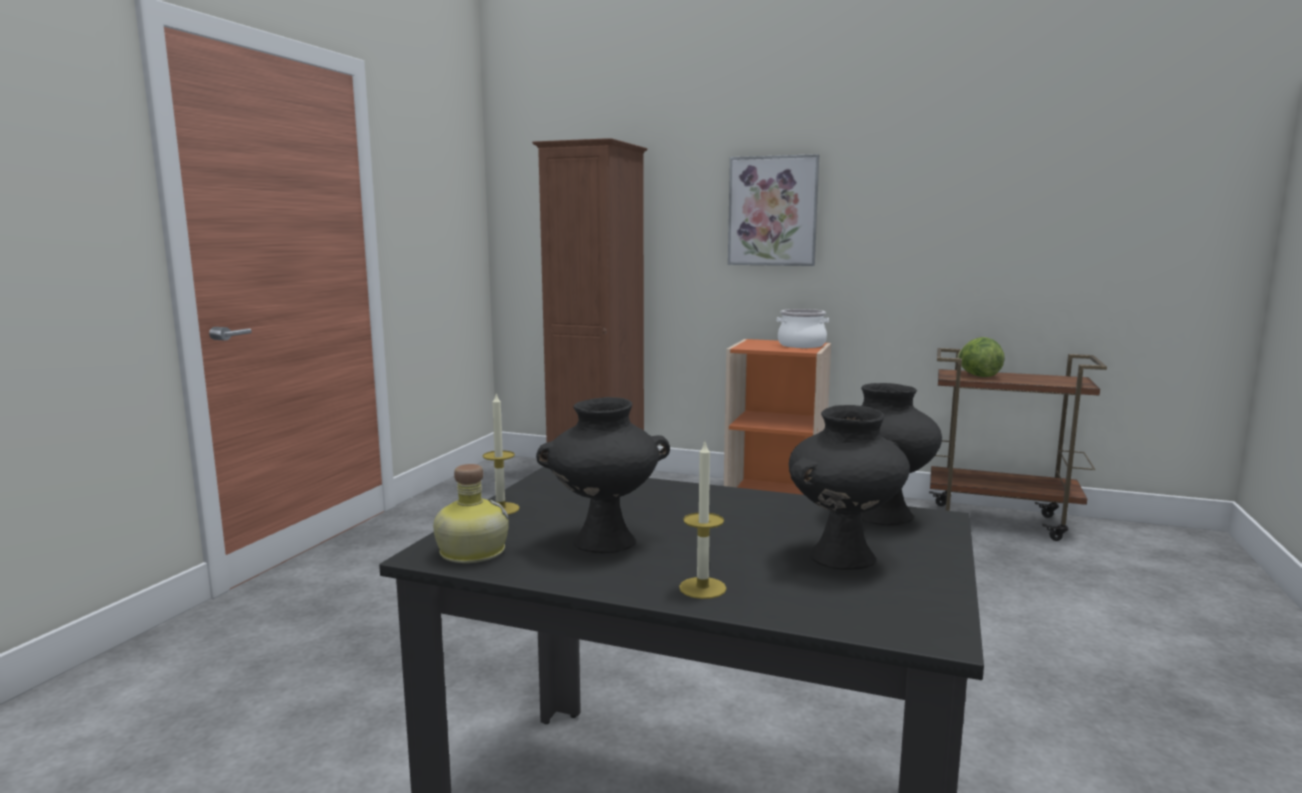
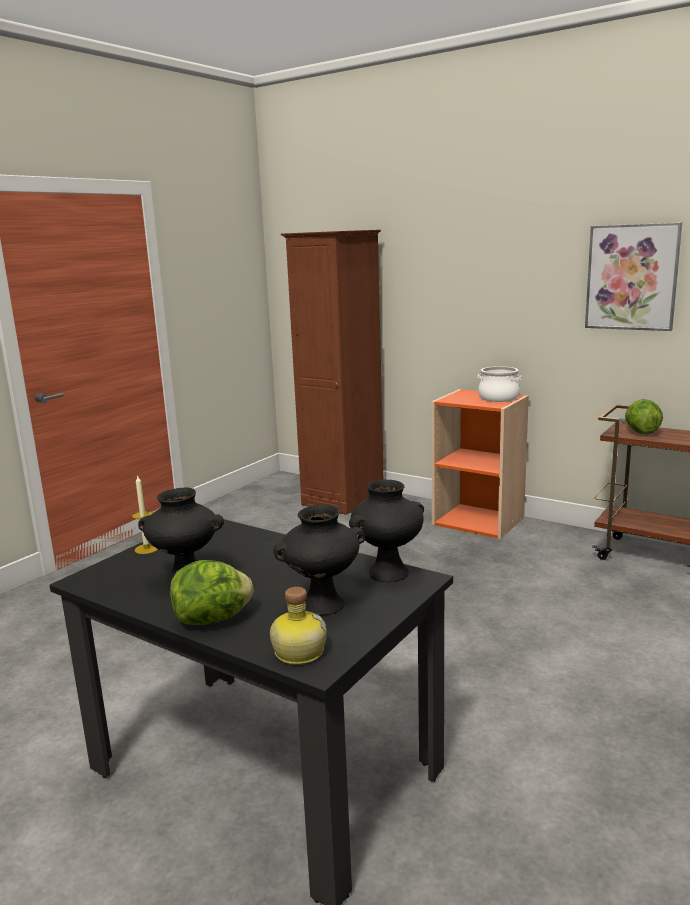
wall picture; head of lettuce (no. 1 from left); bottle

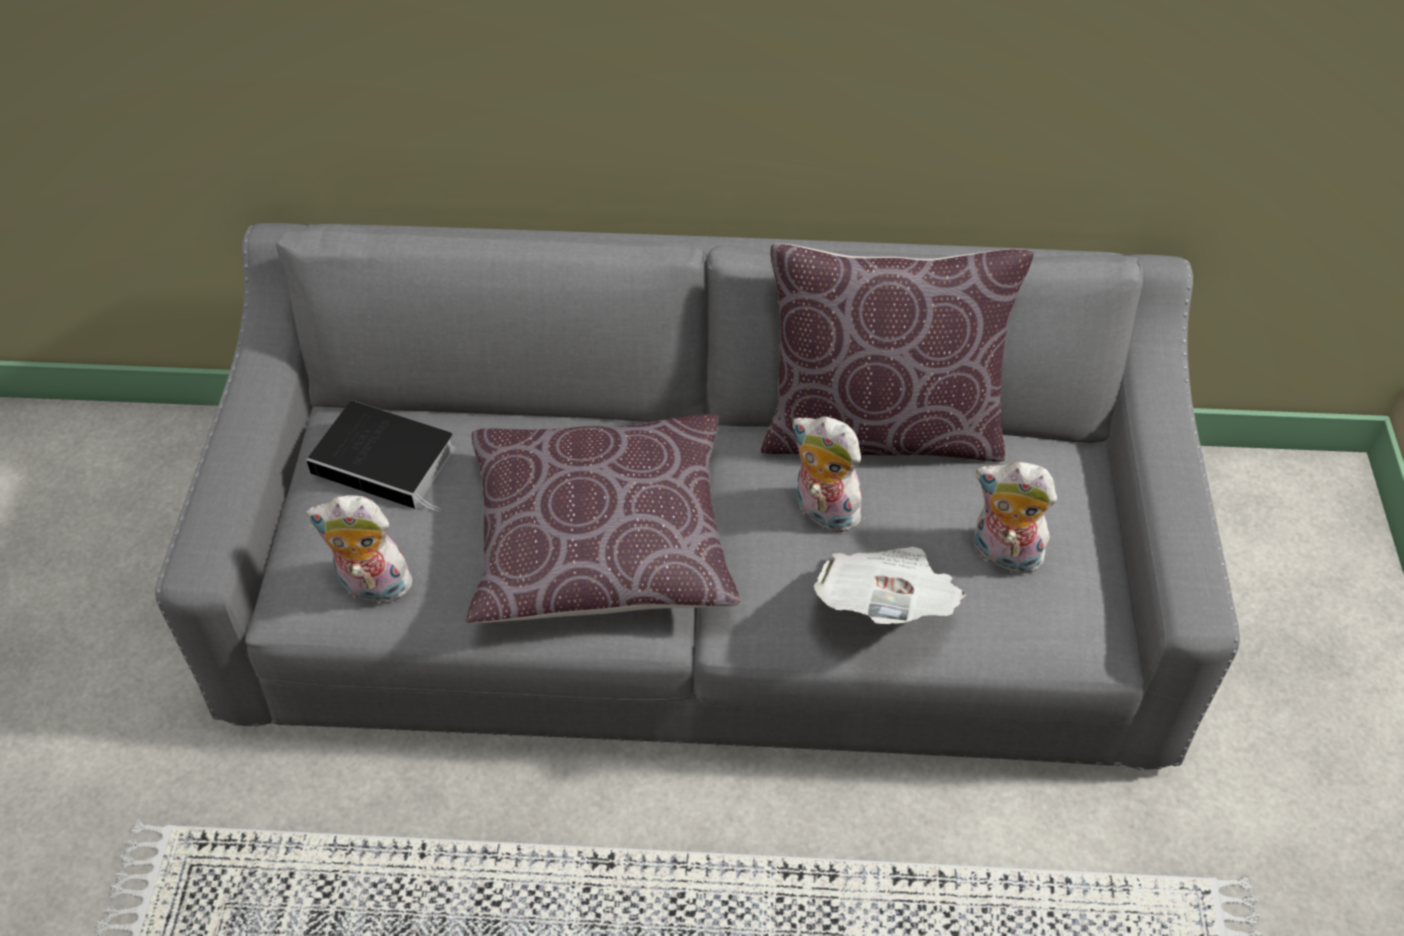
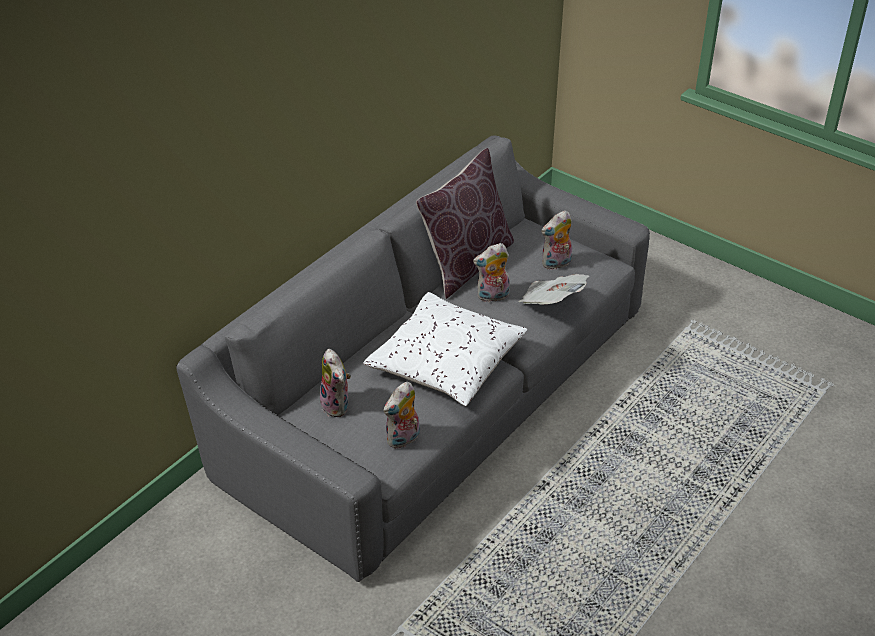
cuddly toy (no. 1 from left); white-coloured pillow

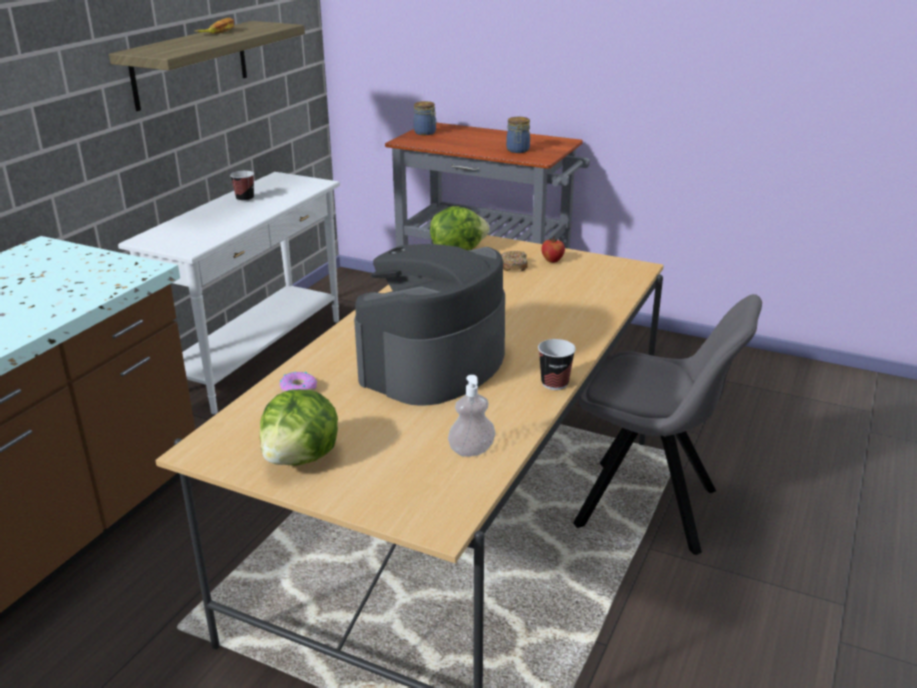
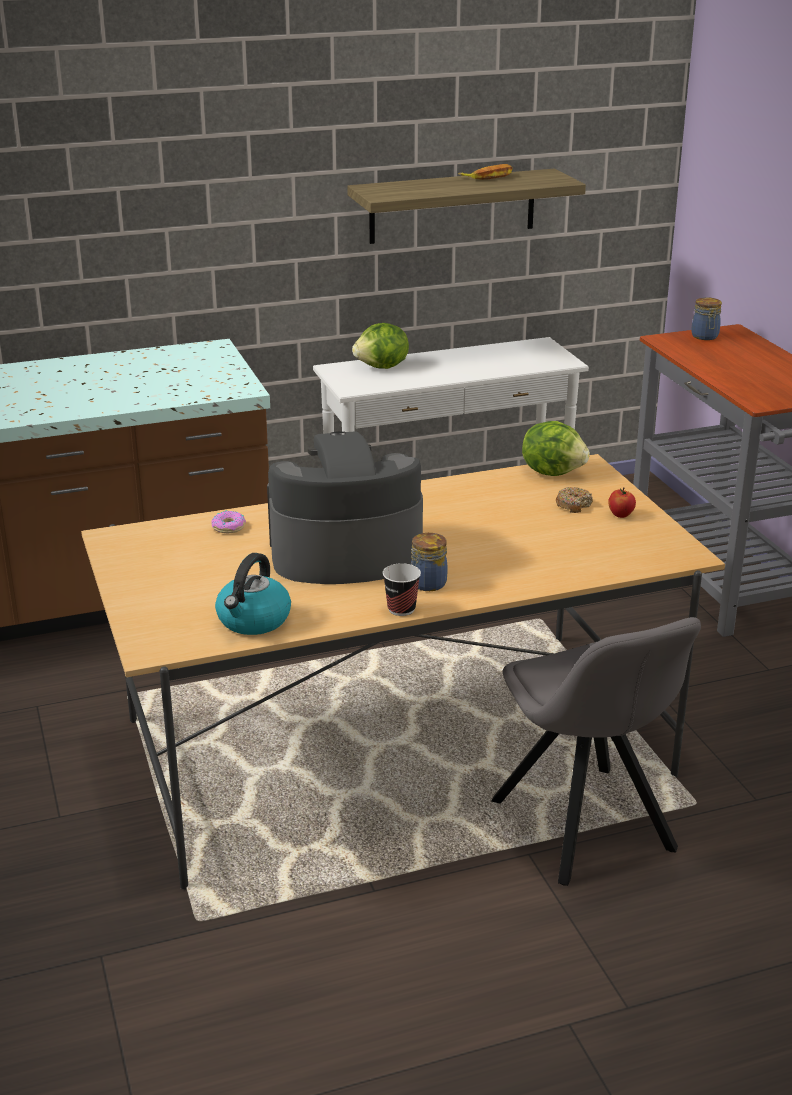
jar (no. 1 from left); small cup (no. 1 from left in the first image); water kettle; head of lettuce (no. 1 from left)

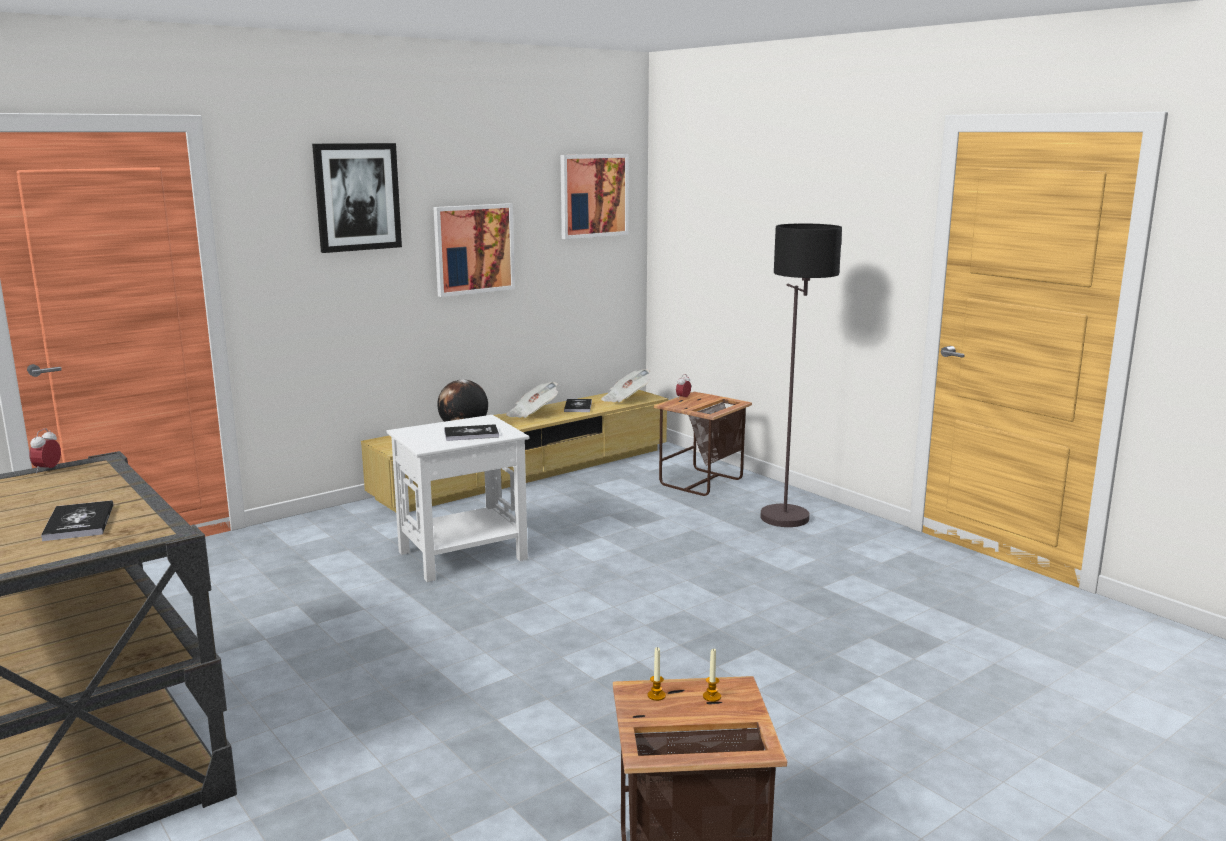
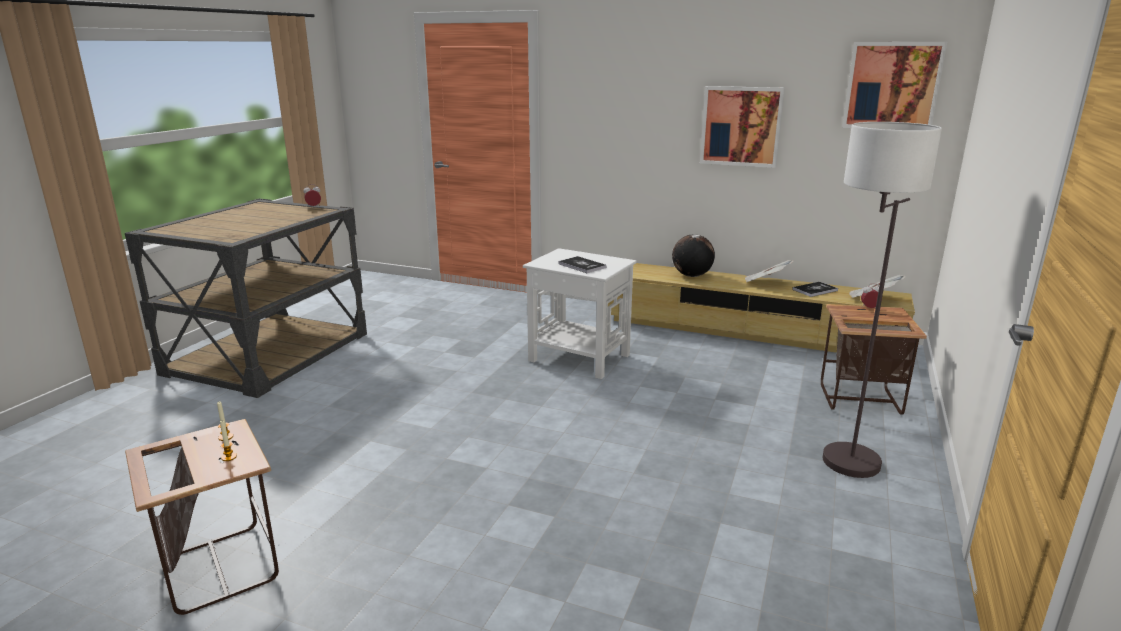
wall picture (no. 1 from left in the first image); white-coloured standing lamp; volume (no. 1 from left in the first image)

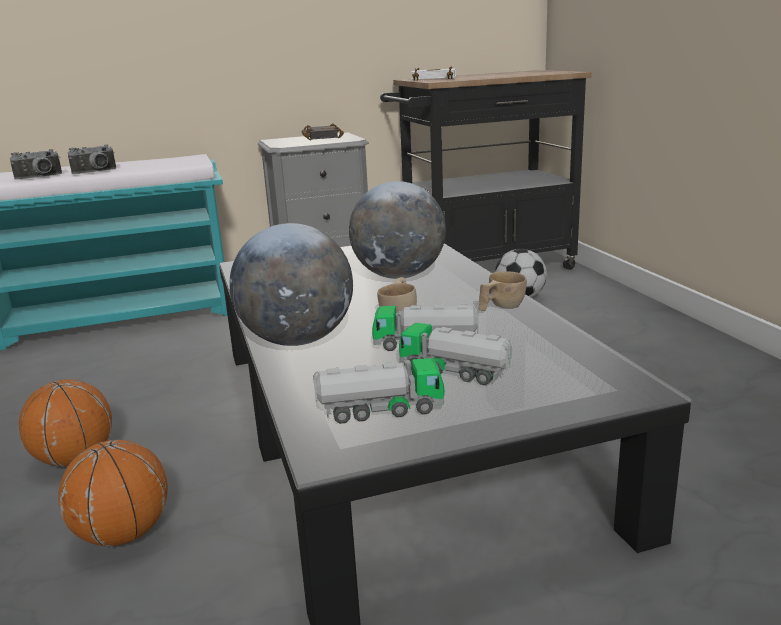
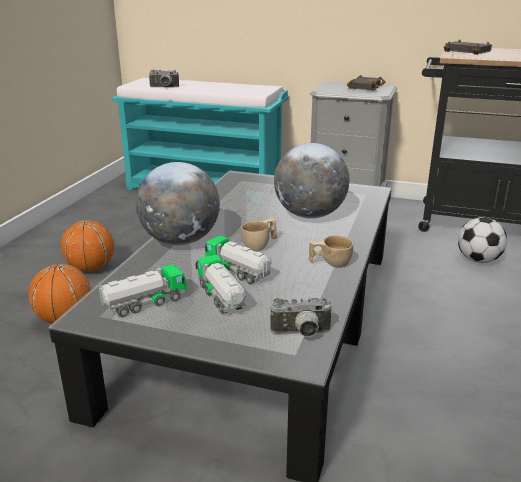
blackish volume (no. 2 from left); still camera (no. 2 from left); toy truck (no. 1 from left)

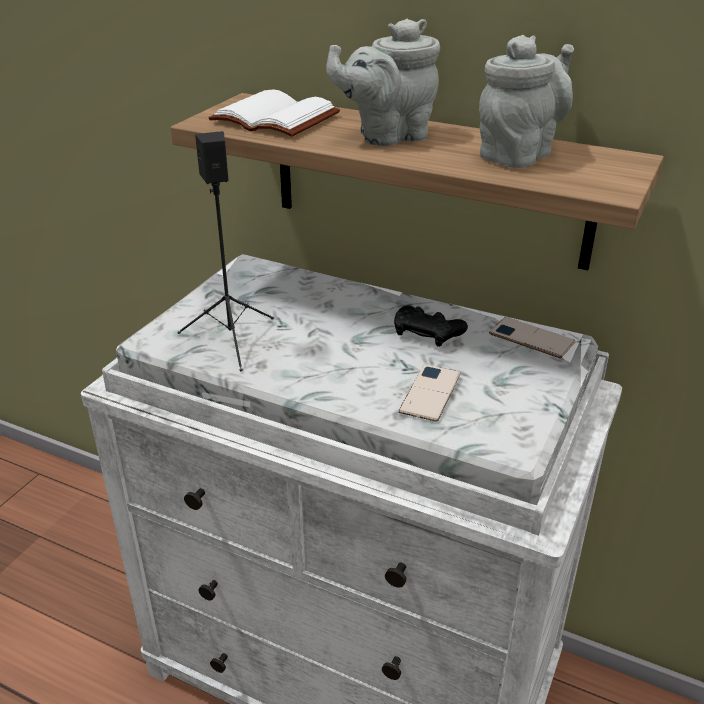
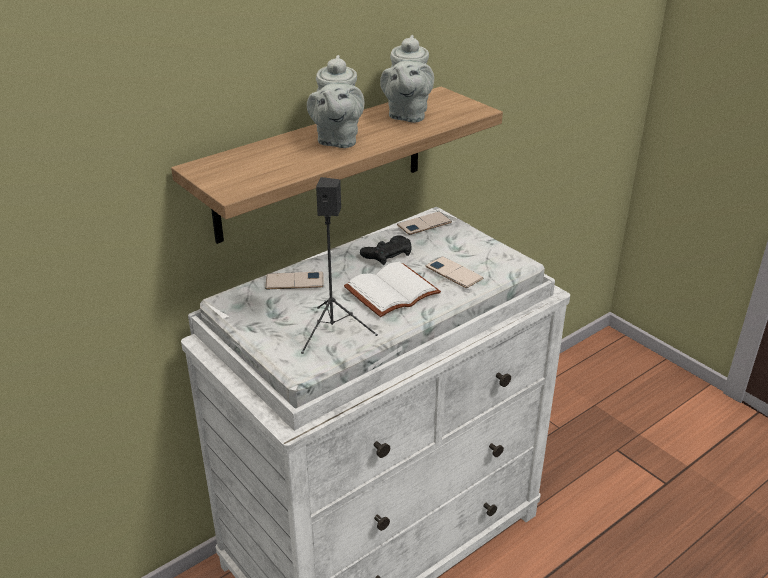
grey teapot (no. 2 from left); white-coloured volume; handset (no. 1 from left)

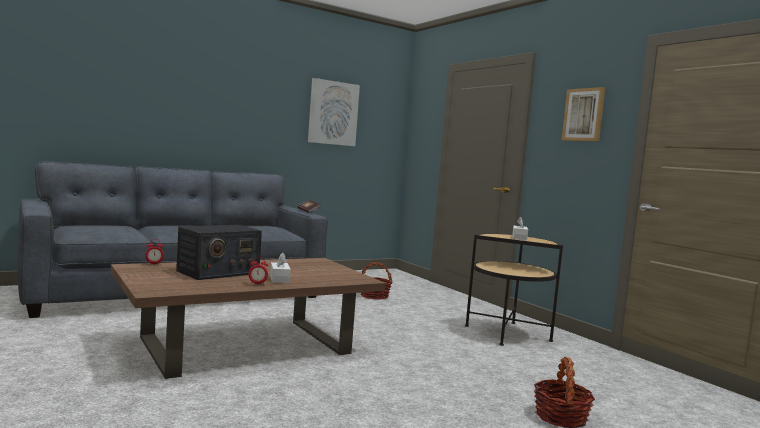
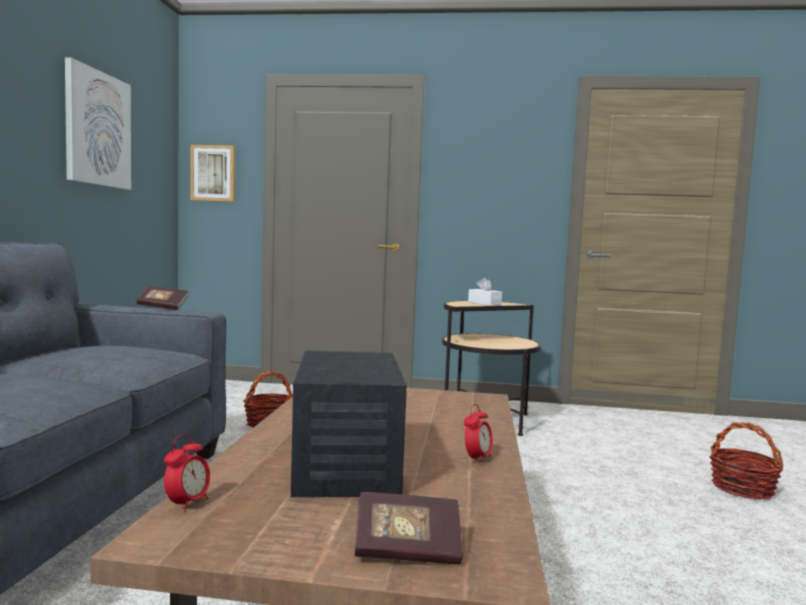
wall picture (no. 2 from left); white-coloured tissue box (no. 1 from left in the first image); volume (no. 2 from left)

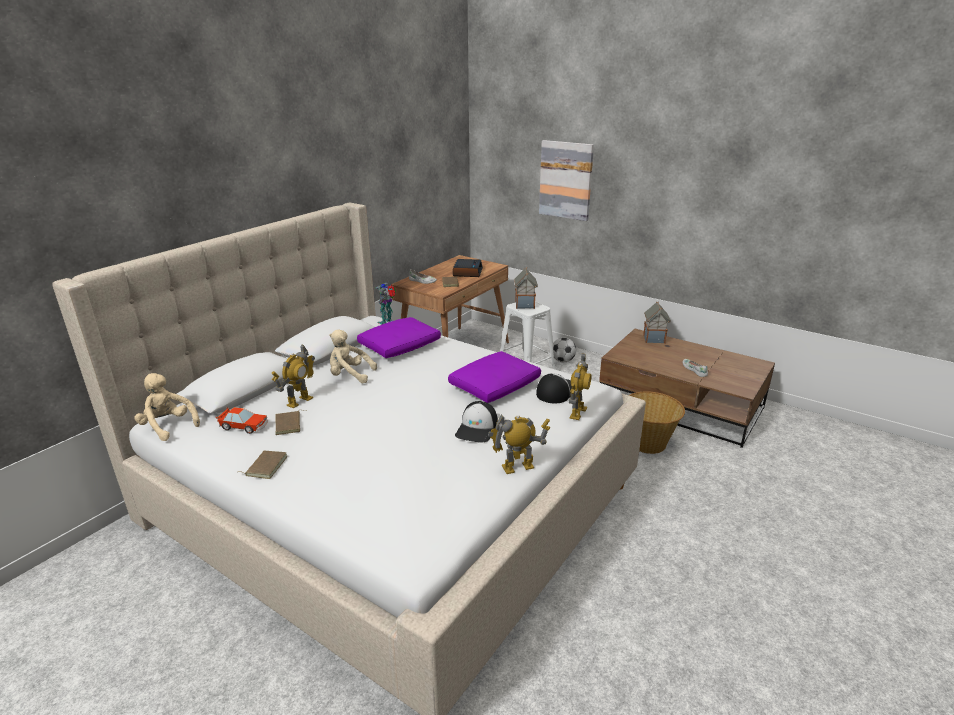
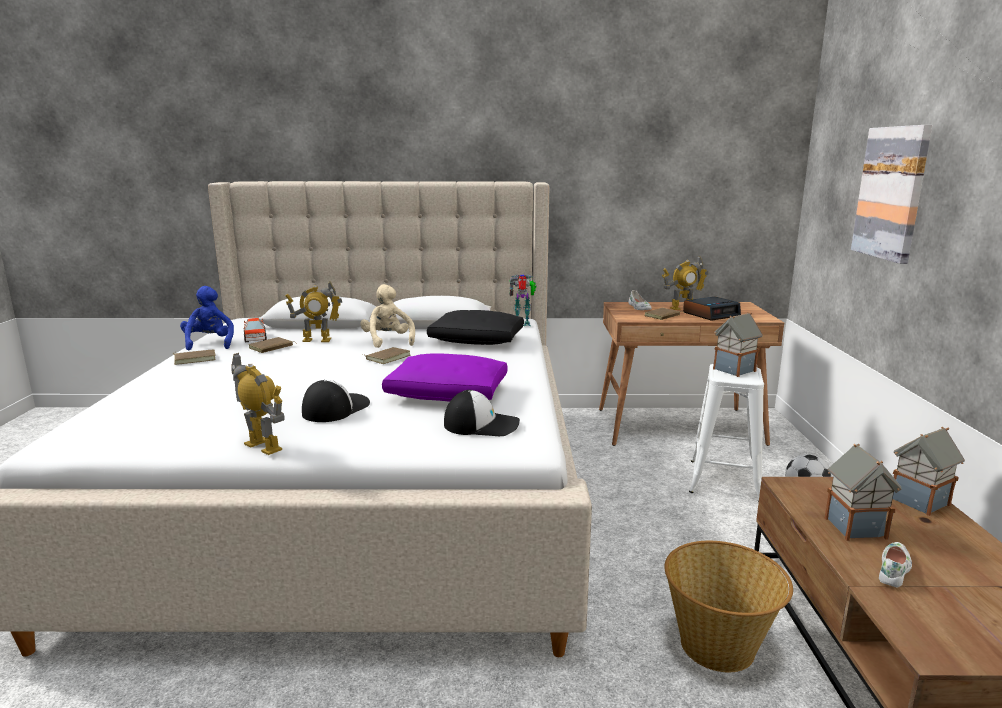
blackish pillow; toy robot (no. 4 from left); sand-coloured cuddly toy (no. 1 from left in the first image); baseball cap (no. 1 from left); blue-coloured cuddly toy; brown-coloured volume (no. 3 from left); miniature house (no. 2 from left)

